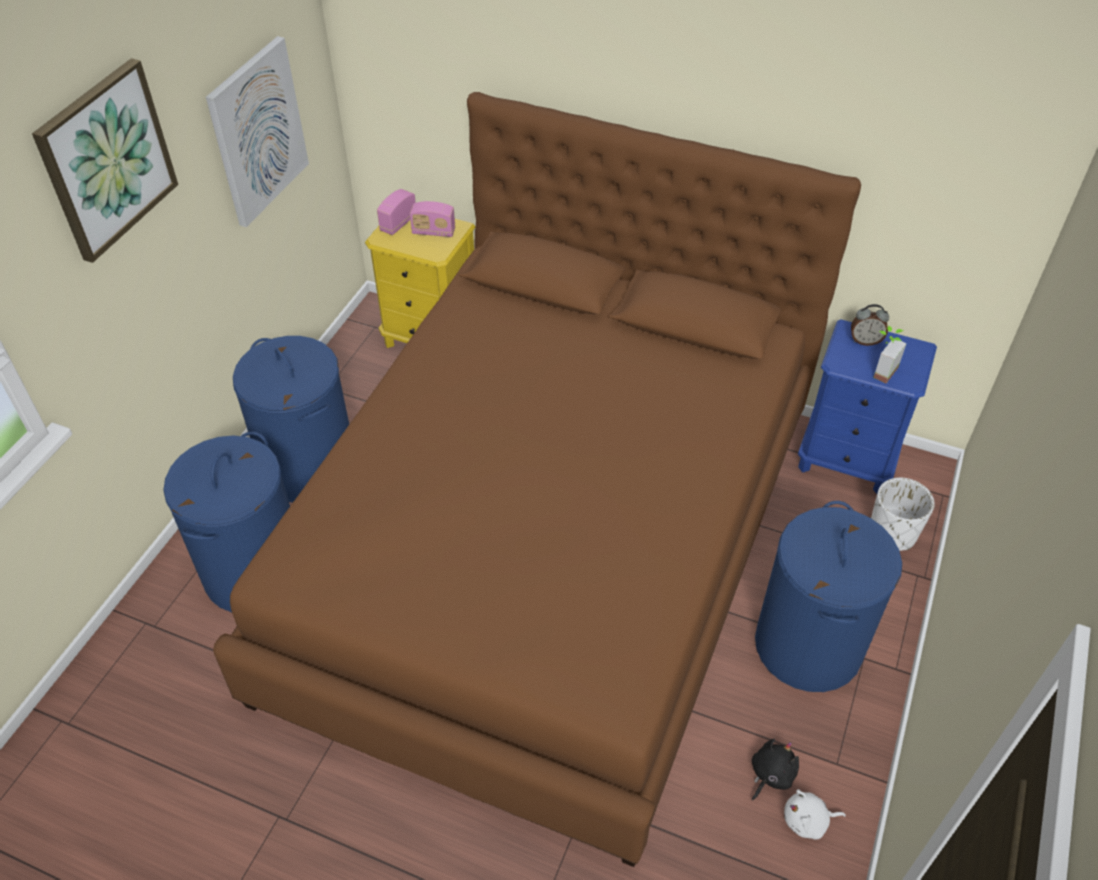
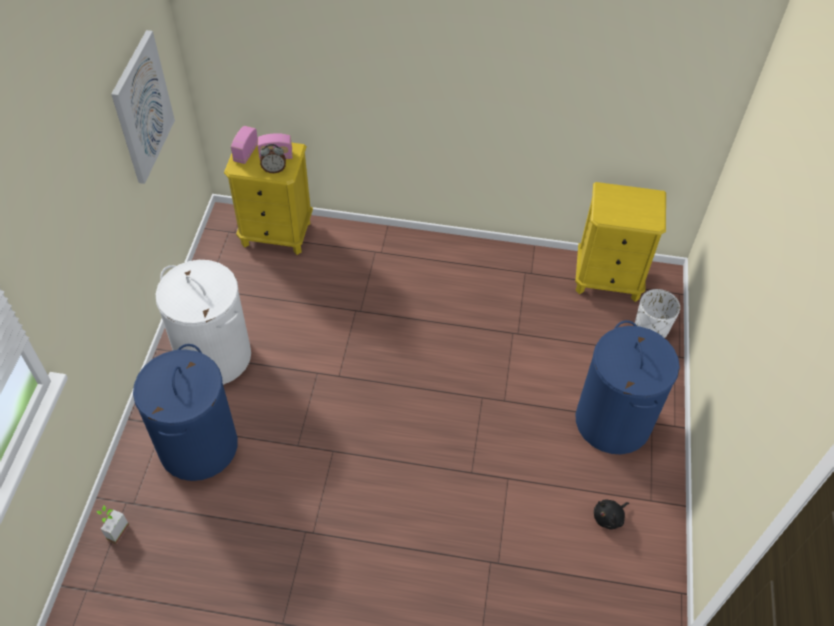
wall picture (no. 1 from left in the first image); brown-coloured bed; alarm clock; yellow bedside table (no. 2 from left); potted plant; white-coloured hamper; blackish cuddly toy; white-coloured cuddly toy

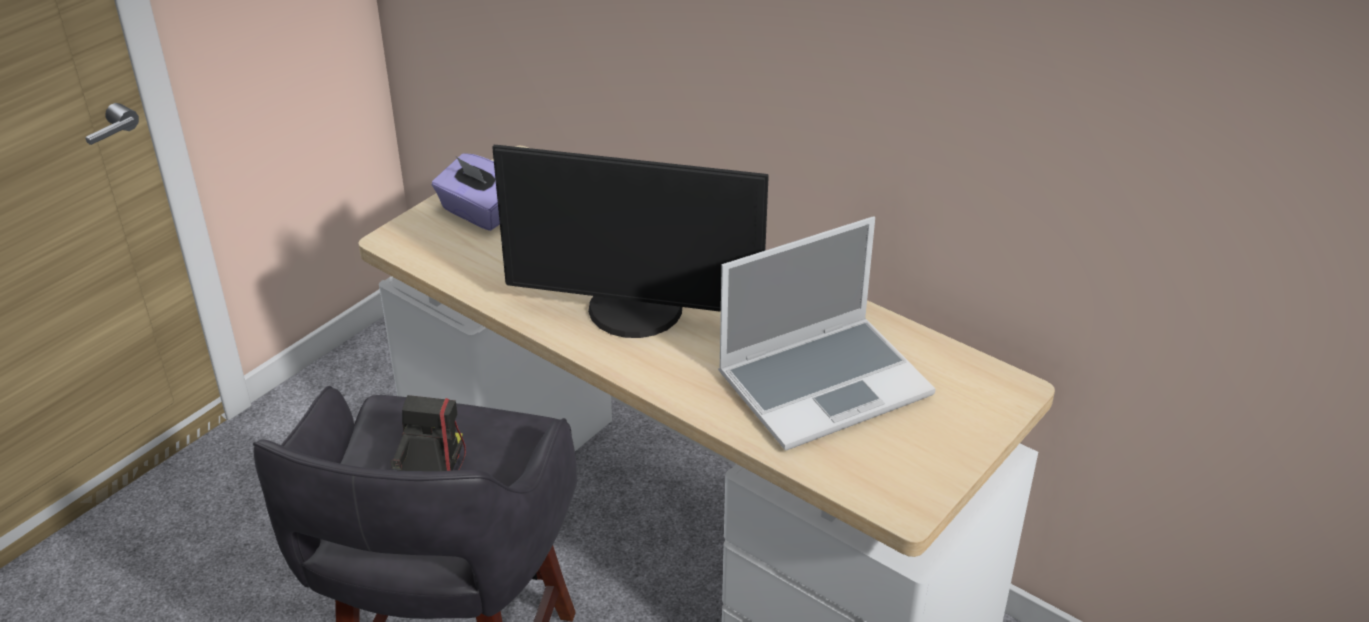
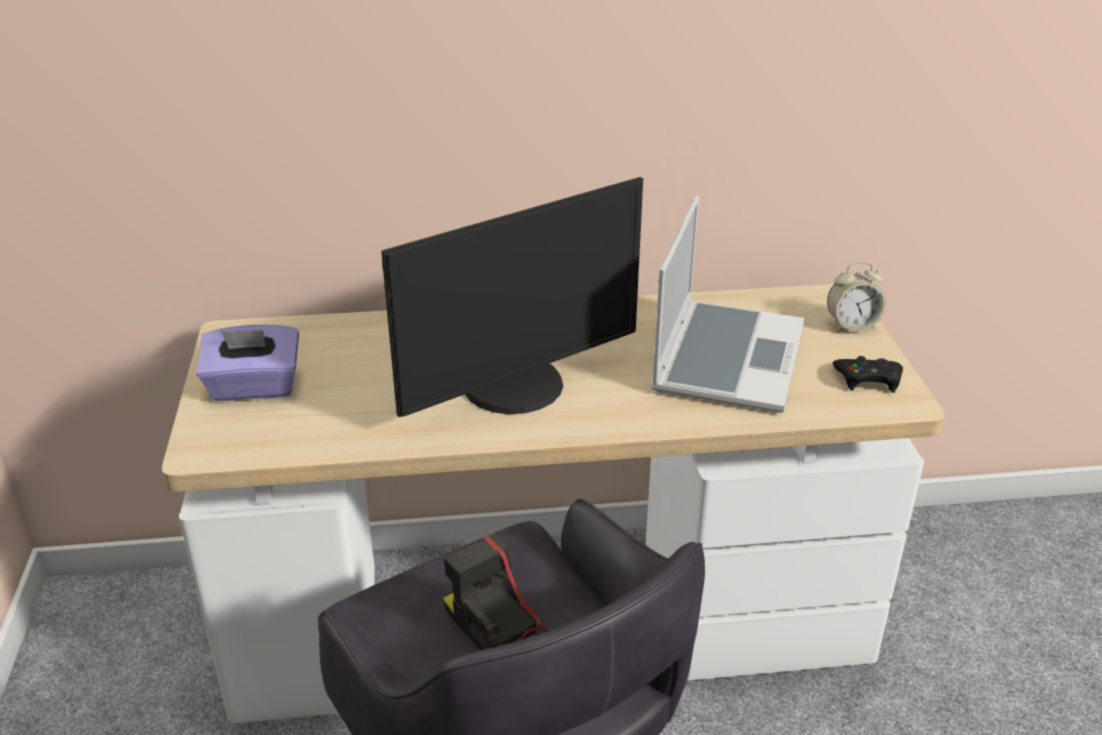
alarm clock; blackish joypad

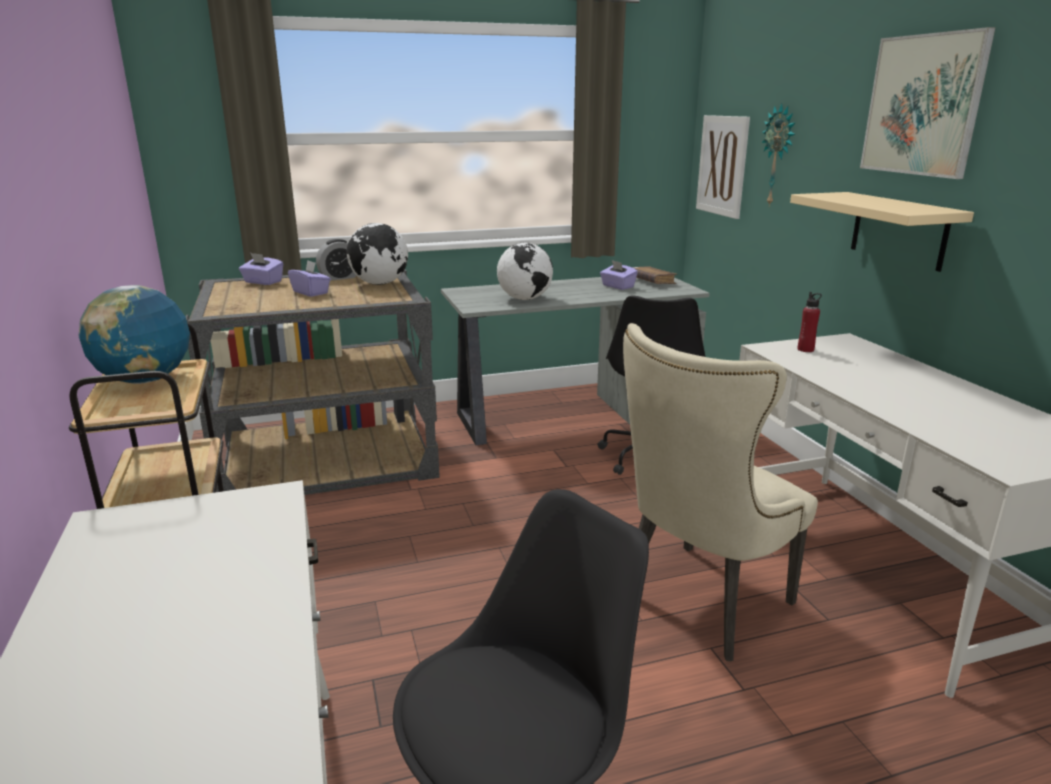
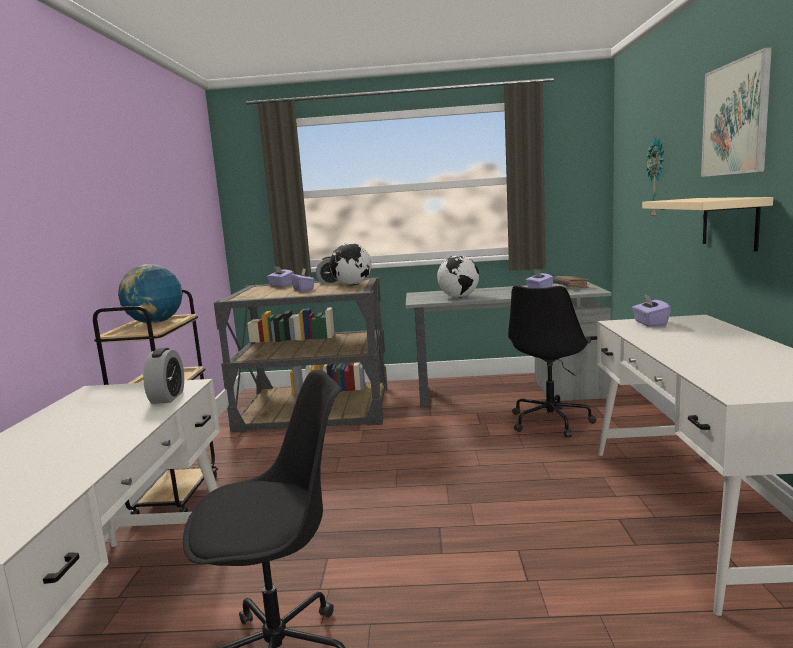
wall picture (no. 1 from left in the first image); purplish tissue box (no. 4 from left); sand-coloured upright chair; alarm clock (no. 1 from left)

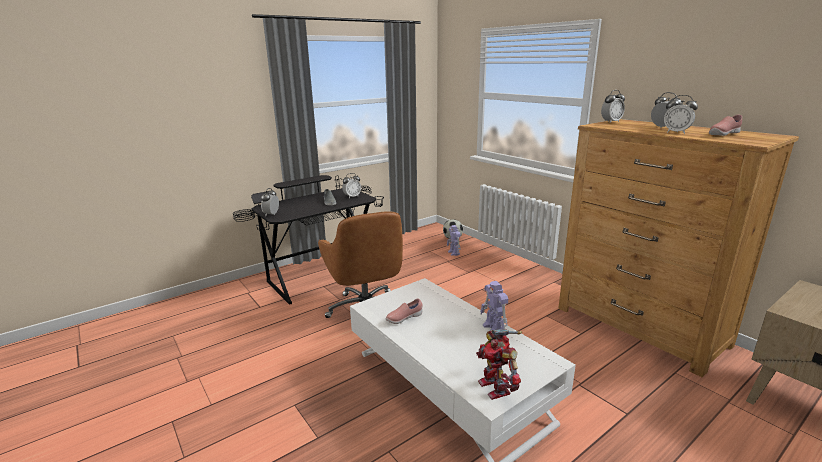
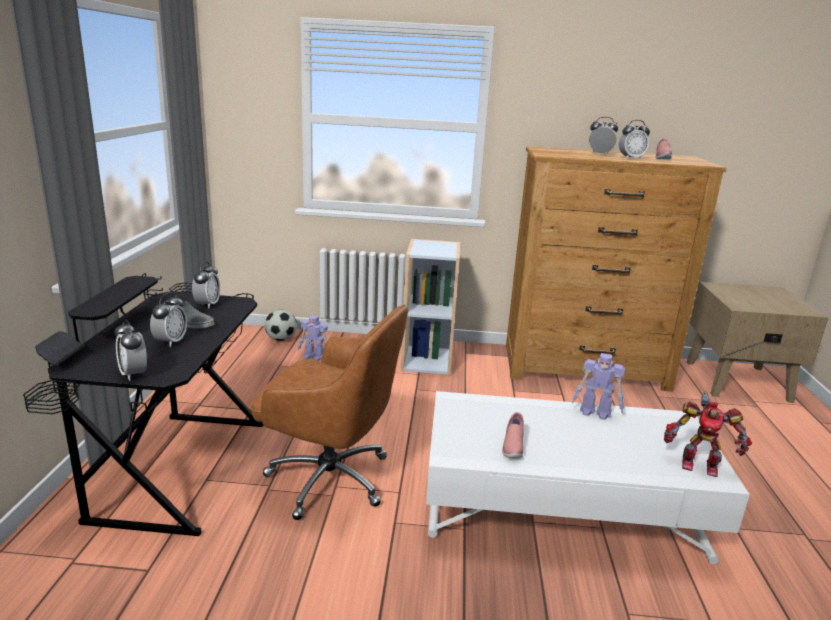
alarm clock (no. 2 from left); bookshelf

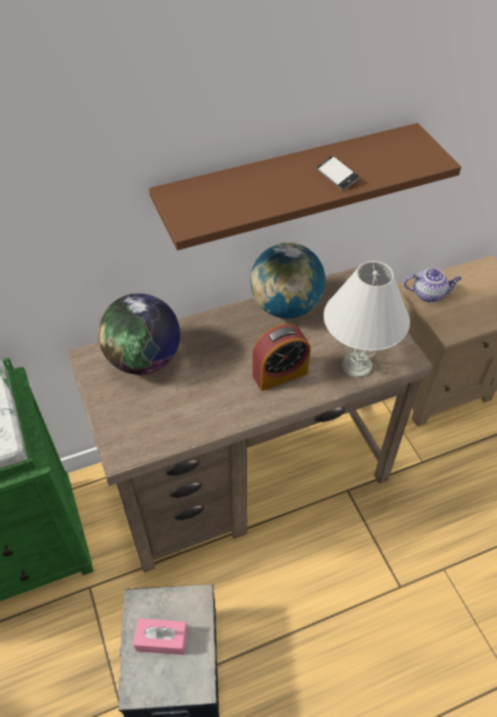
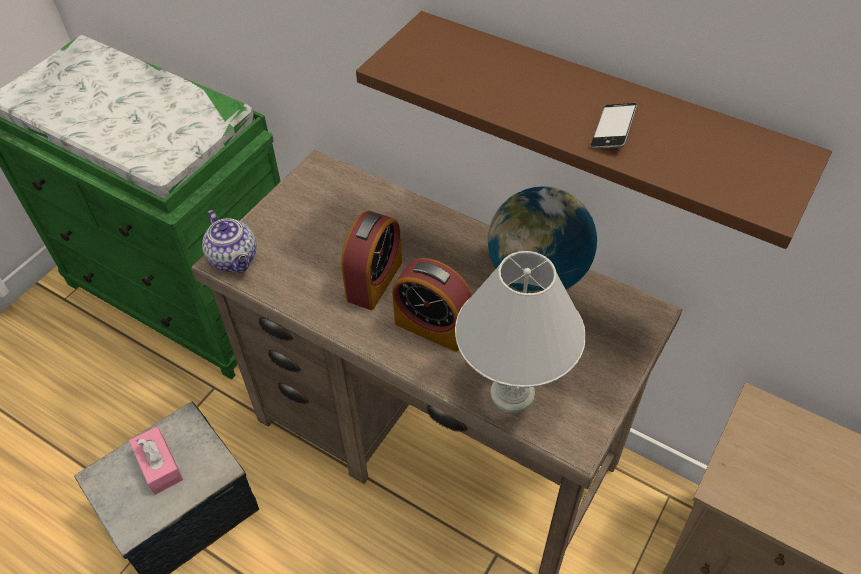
teapot; world globe (no. 1 from left in the first image); alarm clock (no. 1 from left)

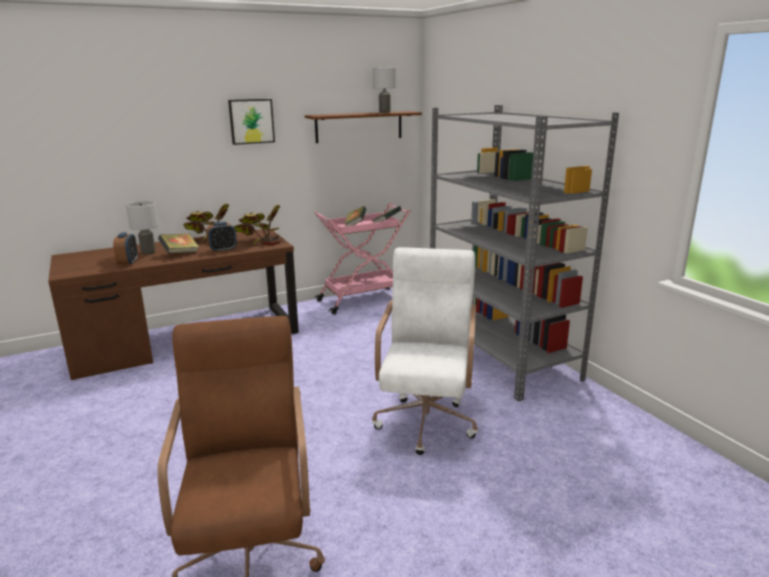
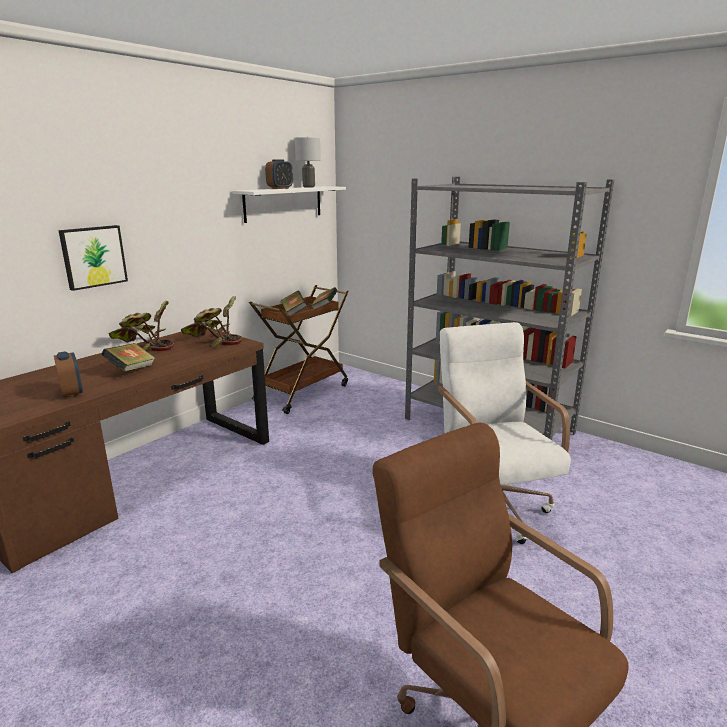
wall picture; white-coloured shelf; white-coloured tabletop lamp (no. 1 from left in the first image); brown-coloured wheeled cart; alarm clock (no. 2 from left)

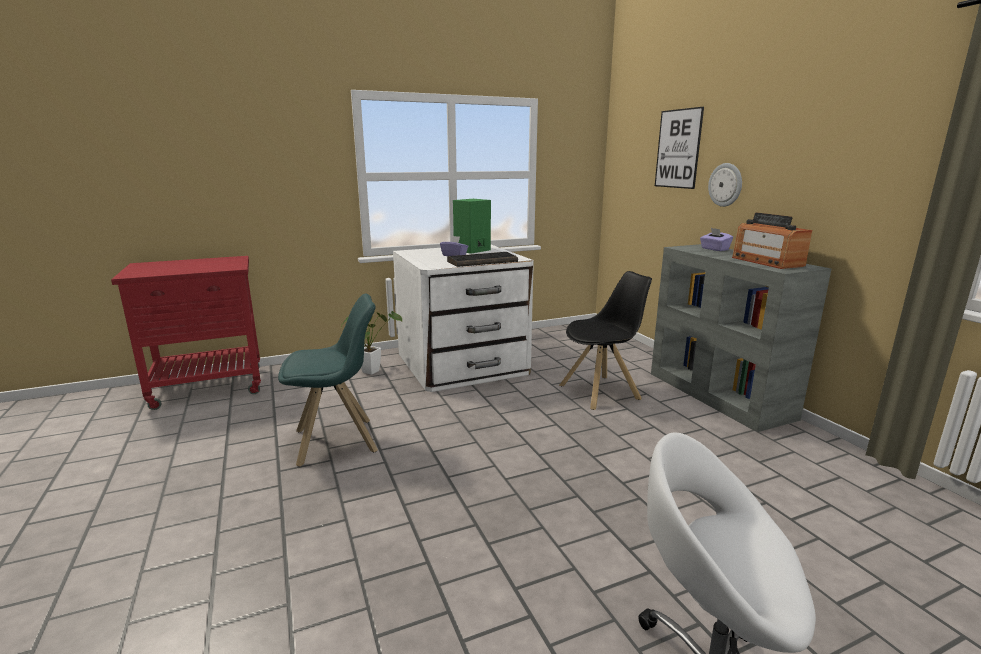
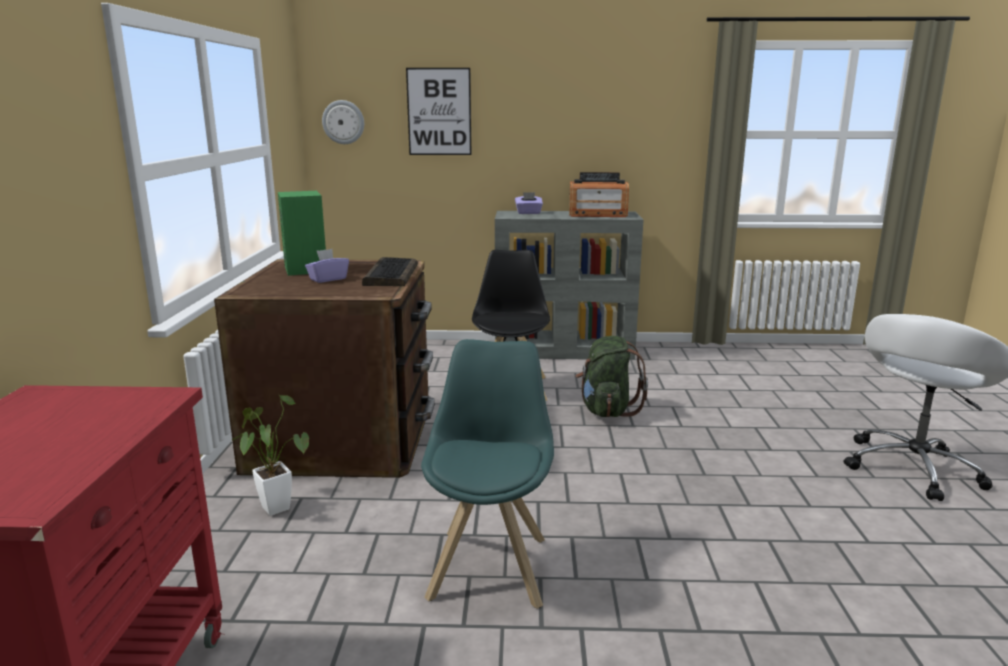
wall clock; brown-coloured dresser; green-coloured rucksack

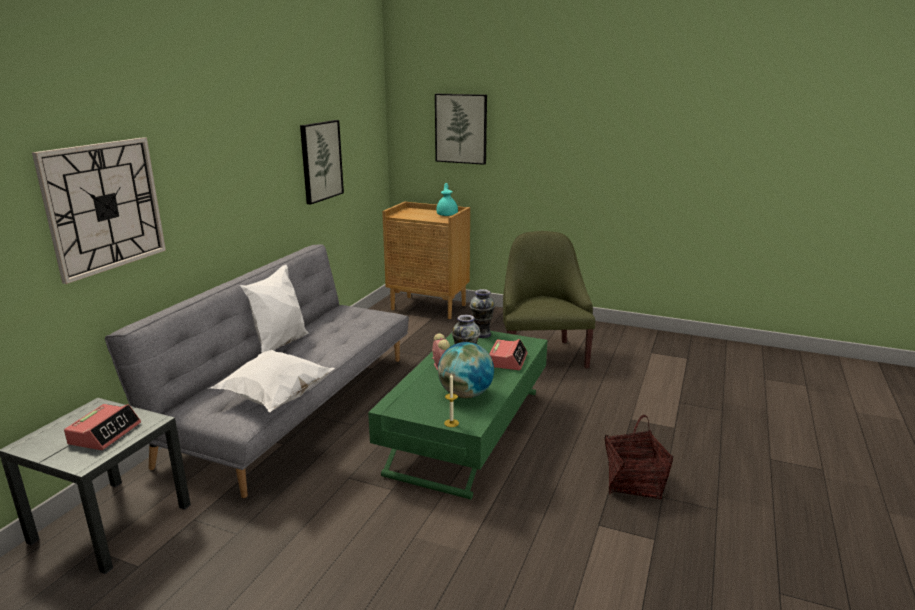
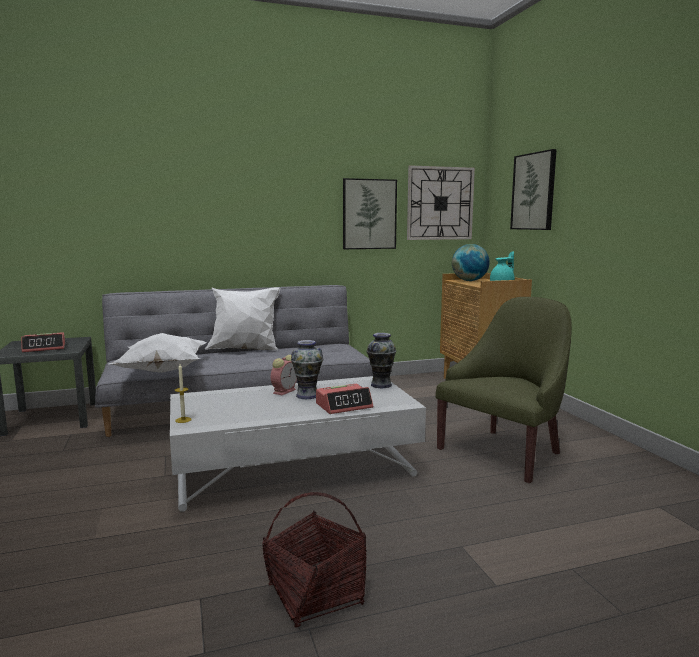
wall clock; white-coloured low table; world globe

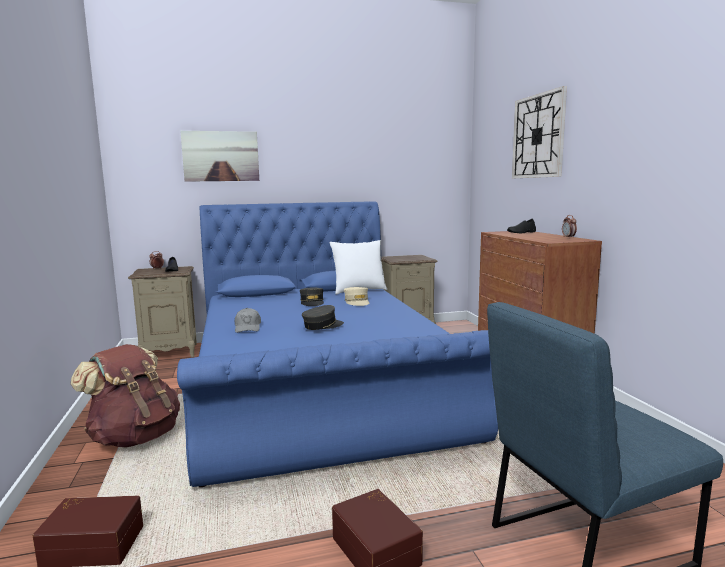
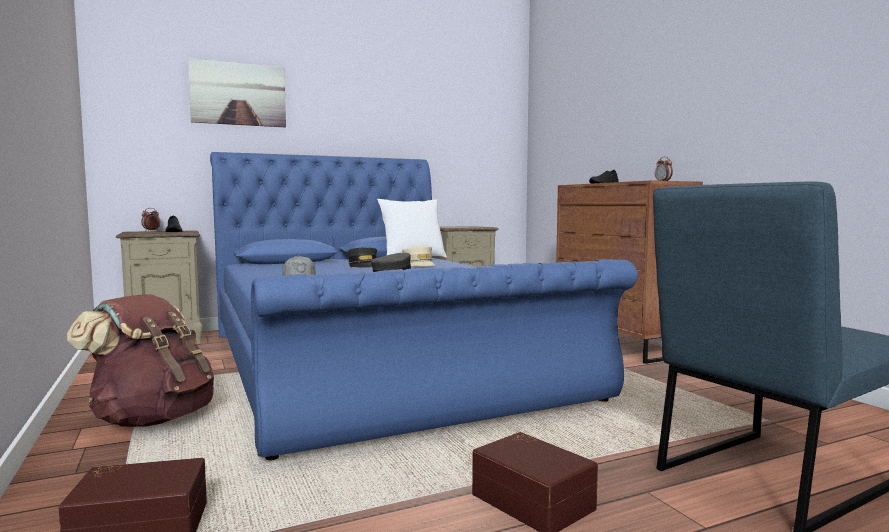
wall clock

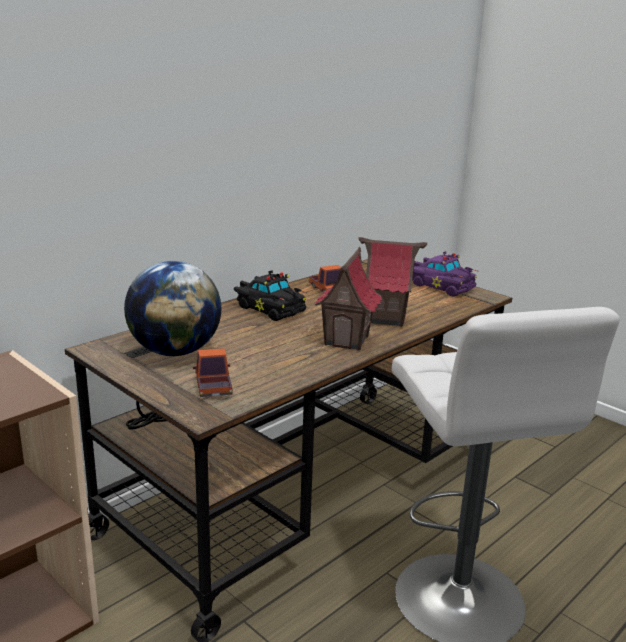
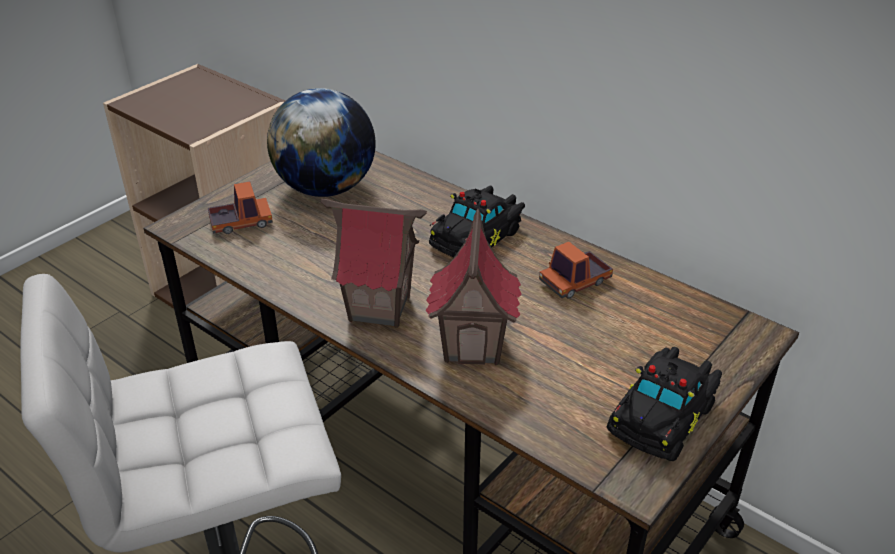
blackish miniature car (no. 2 from left)

